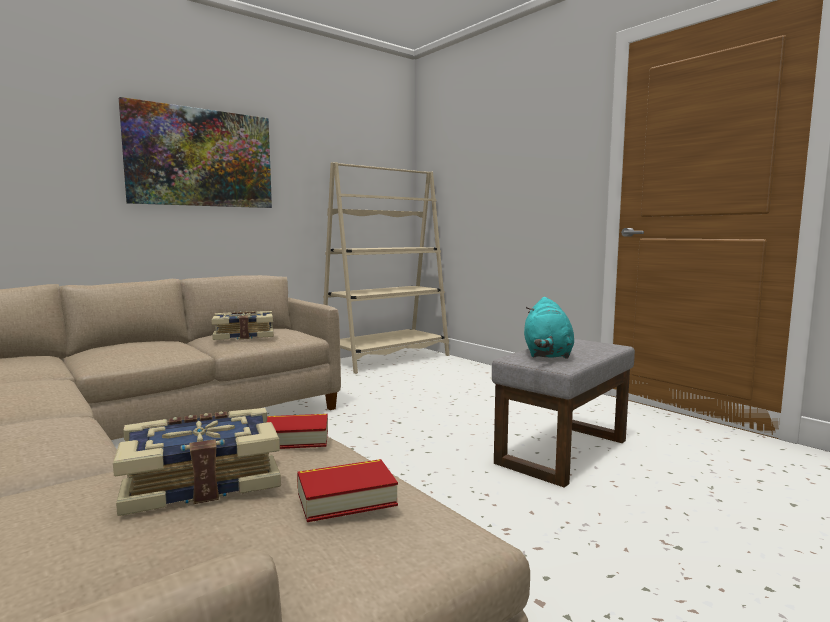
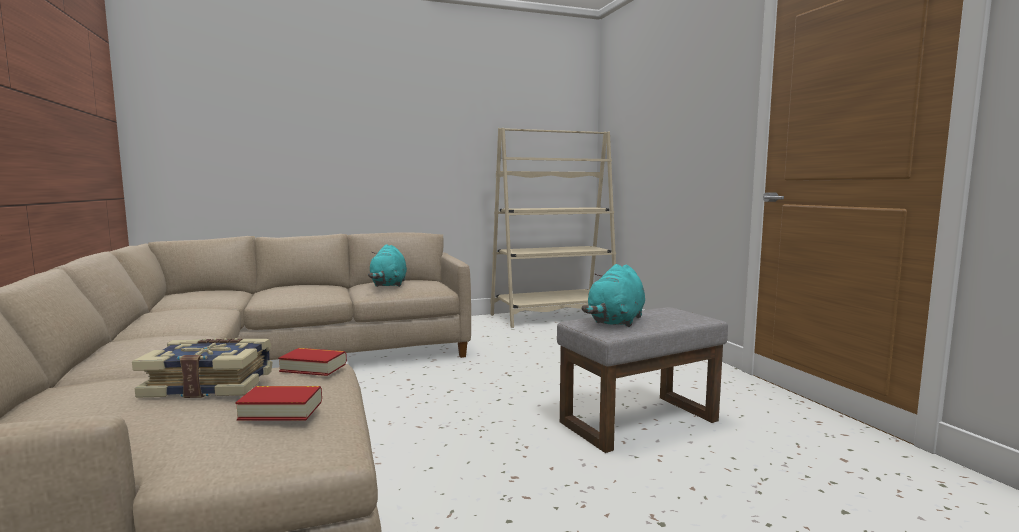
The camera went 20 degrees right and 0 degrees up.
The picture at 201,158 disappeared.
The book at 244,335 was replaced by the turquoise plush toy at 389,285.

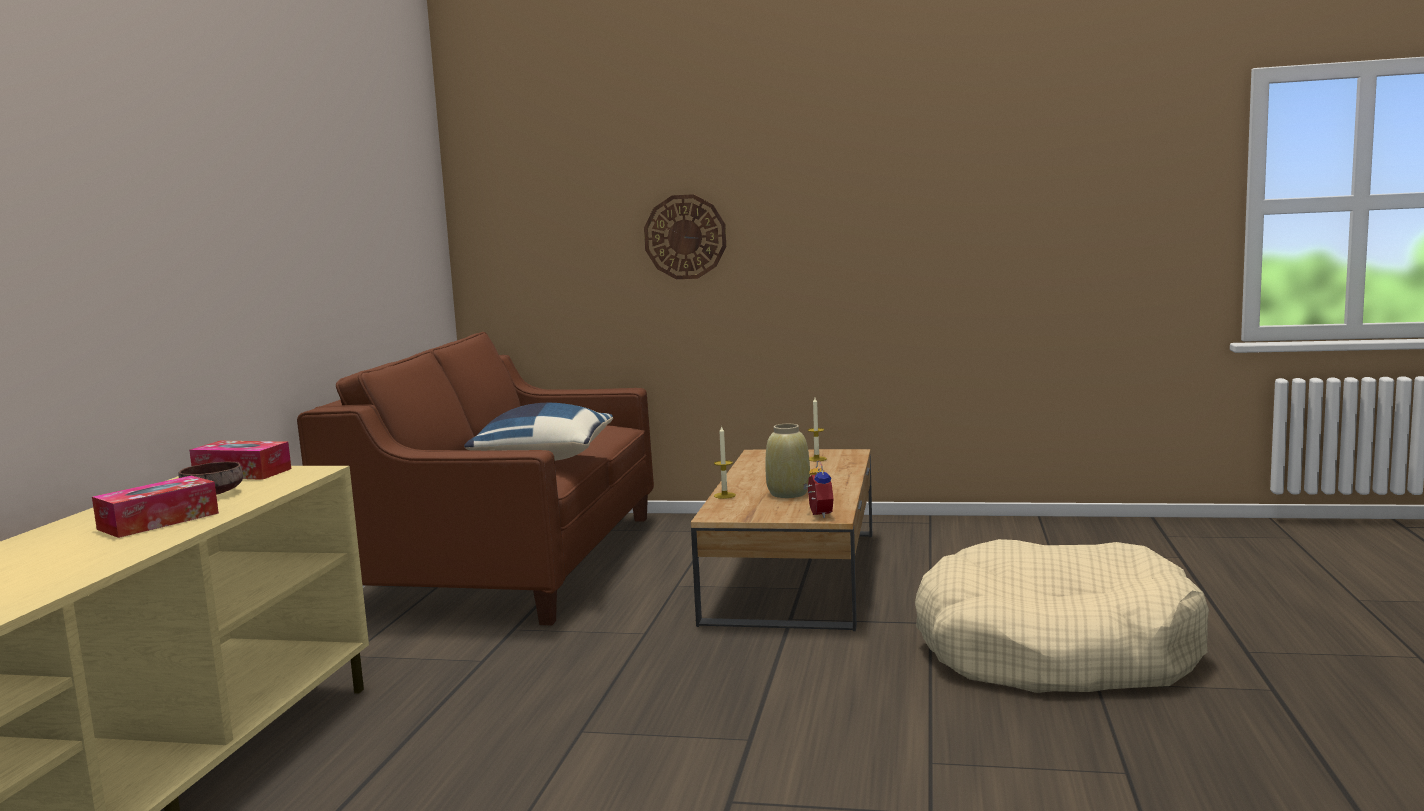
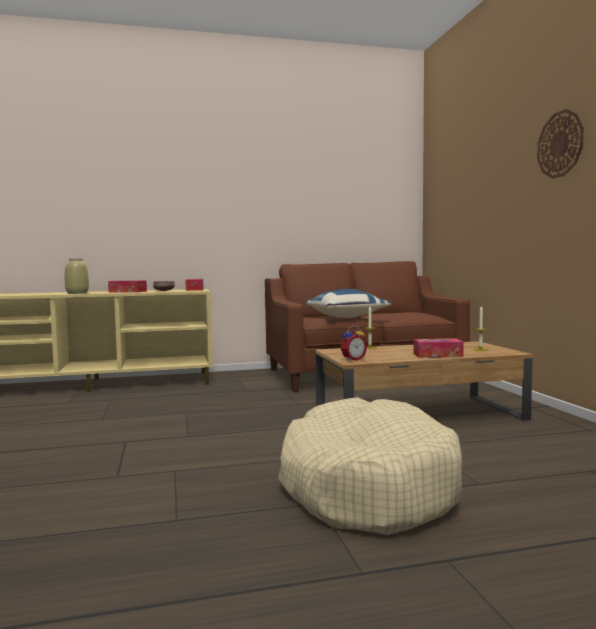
The camera went 65 degrees right and 5 degrees down.
The tissue box at 437,355 appeared.
The wall clock moved from 685,237 to 560,144.
The beige vase moved from 789,494 to 77,293.

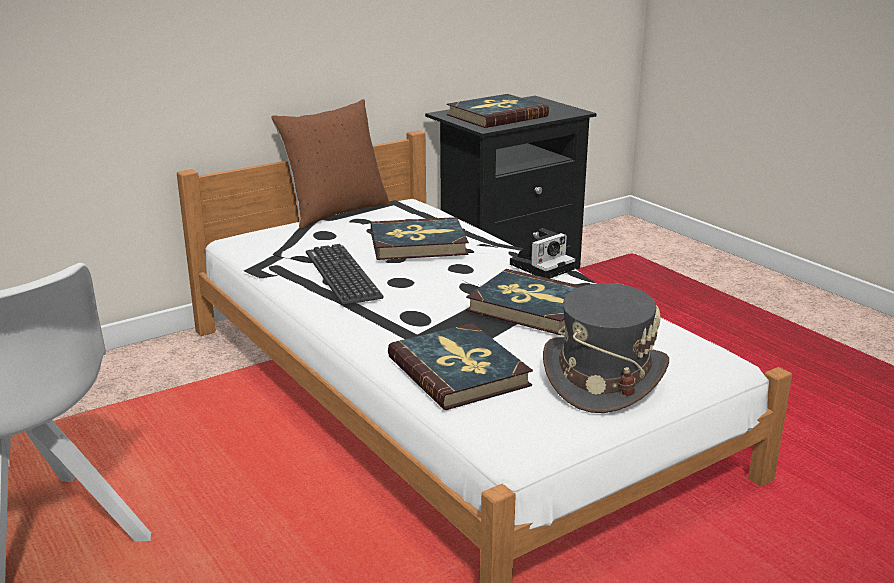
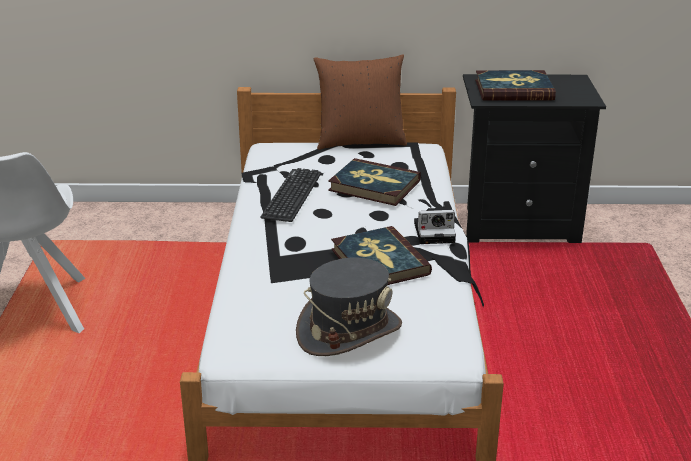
The camera went 35 degrees right and 5 degrees up.
The book at 459,371 disappeared.

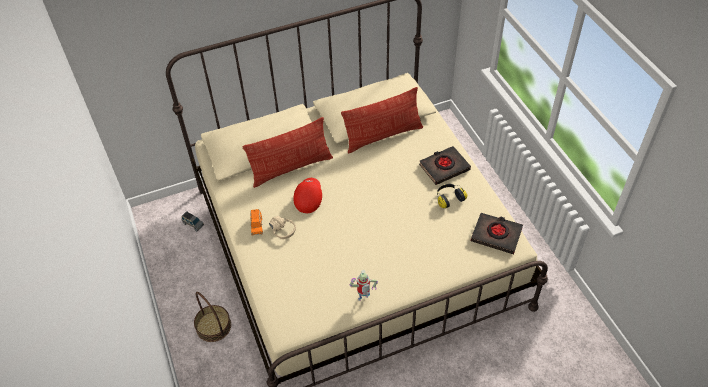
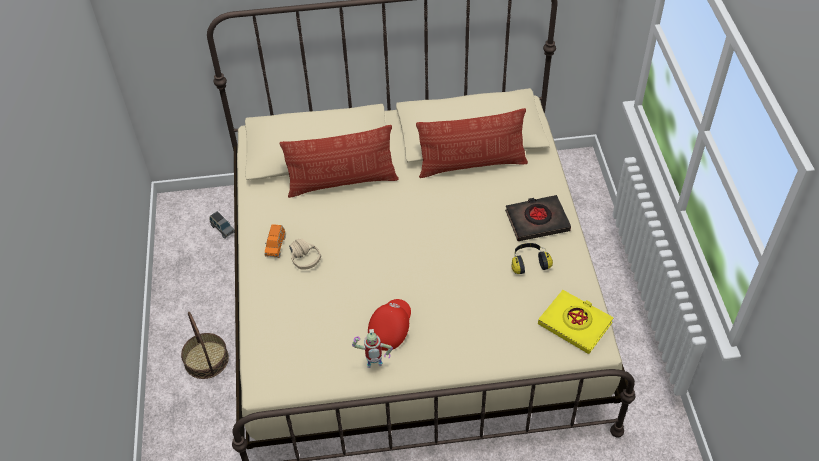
The camera went 15 degrees right and 0 degrees up.
The red cap moved from 308,199 to 390,329.
The black book at 496,235 became the yellow book at 575,324.

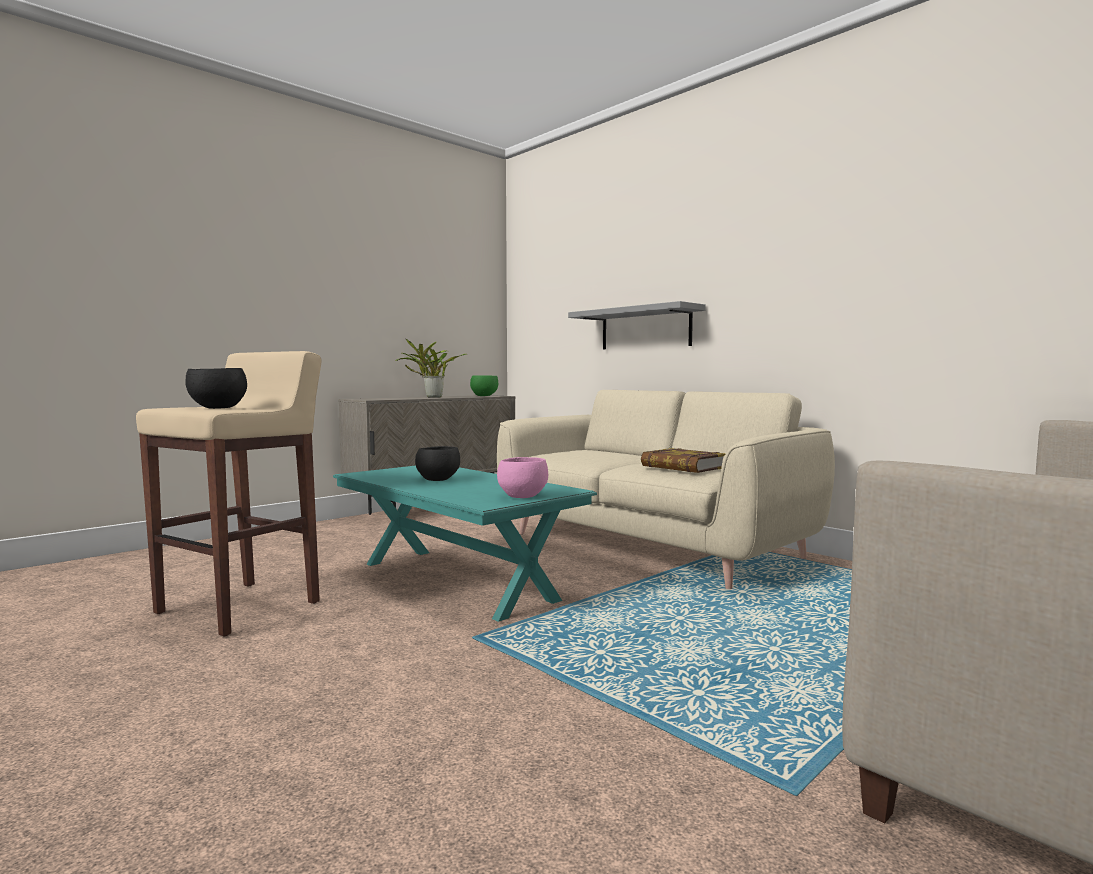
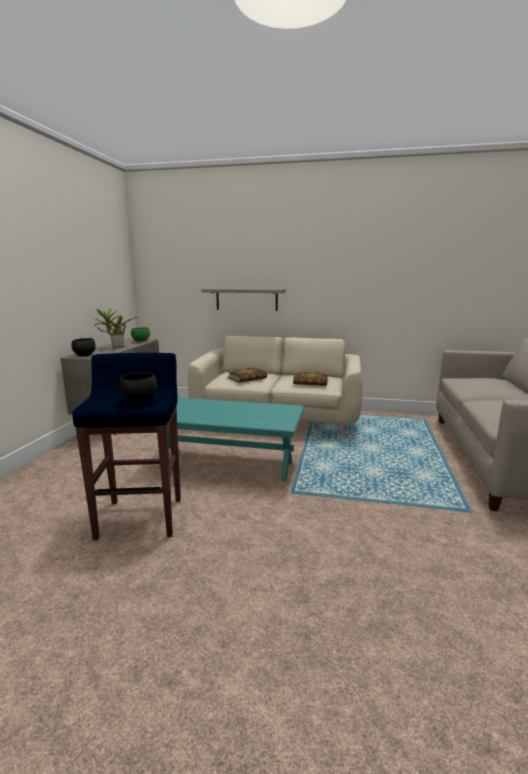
The camera went 35 degrees left and 10 degrees up.
The pink bowl at 521,496 disappeared.
The book at 247,378 appeared.
The black bowl moved from 437,480 to 84,355.
The beige stool at 241,607 became the blue stool at 141,517.

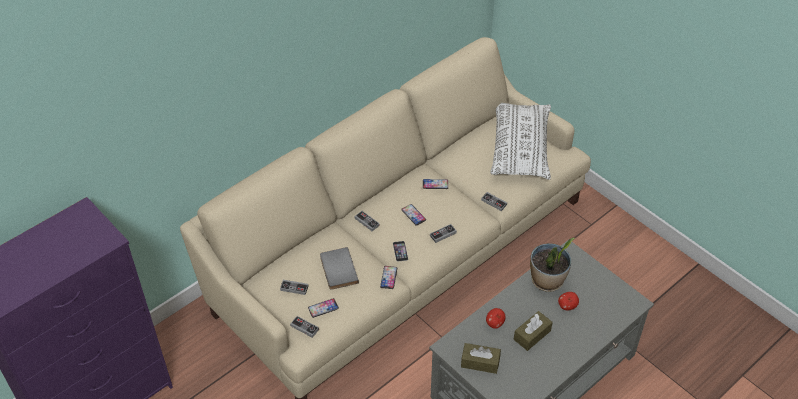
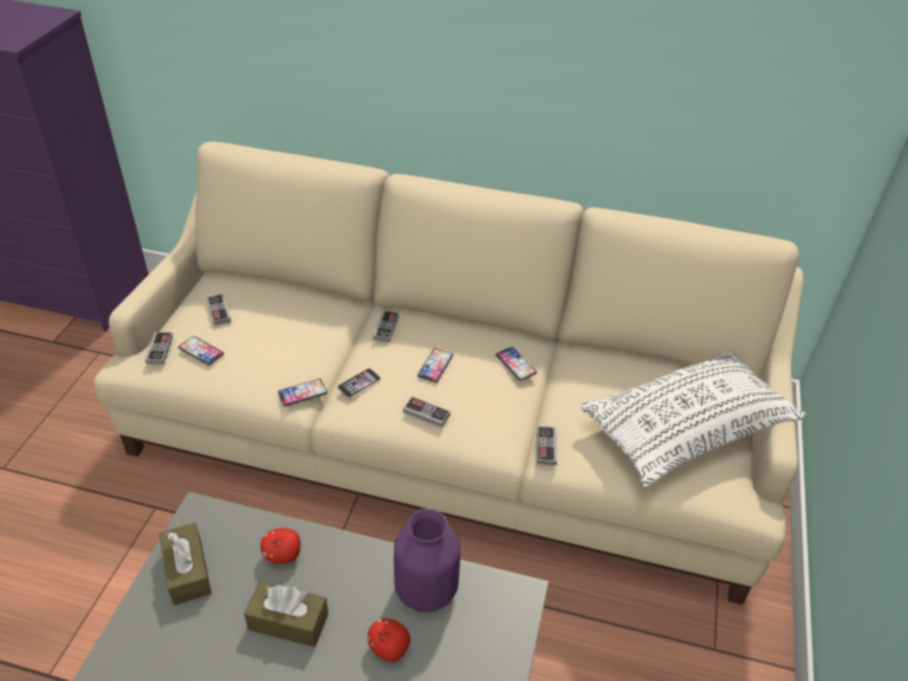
The camera went 55 degrees right and 5 degrees down.
The grey book at 337,270 disappeared.
The potted plant at 547,281 was replaced by the purple vase at 427,590.

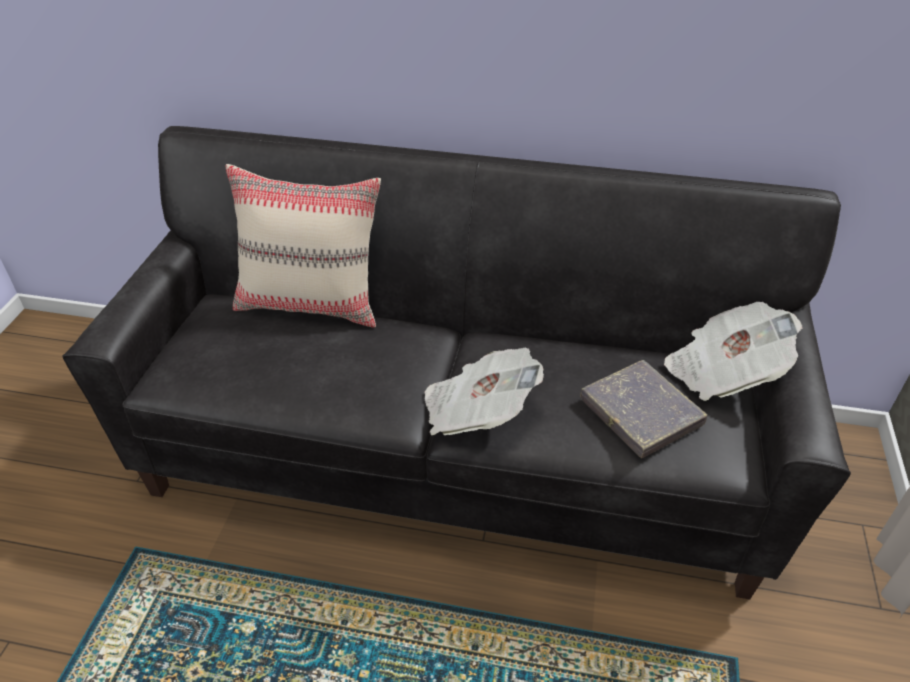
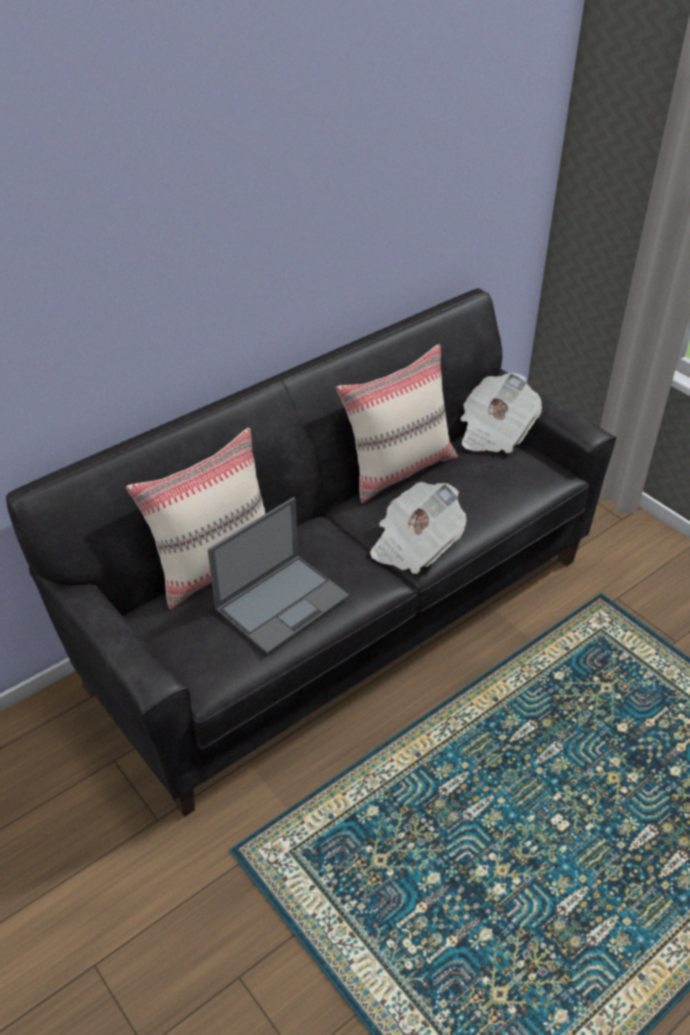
The camera went 50 degrees left and 0 degrees up.
The grey book at 640,412 disappeared.
The laptop at 283,602 appeared.
The beige pillow at 399,469 appeared.

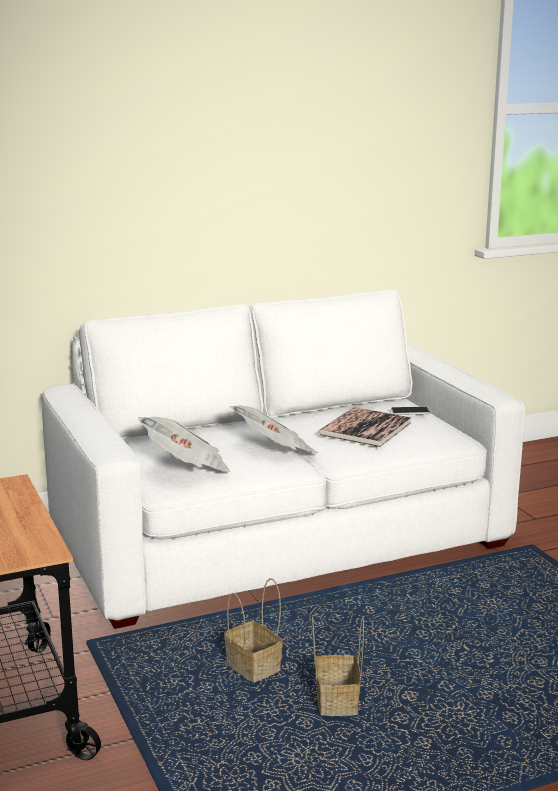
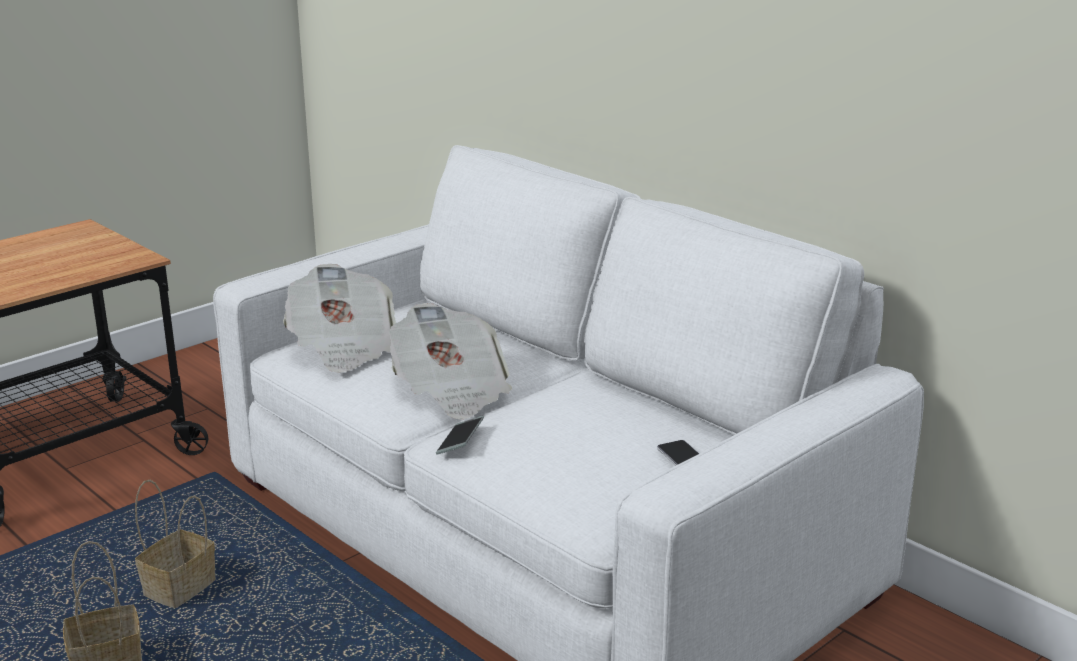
The camera went 70 degrees right and 5 degrees up.
The book at 365,428 disappeared.
The phone at 460,441 appeared.

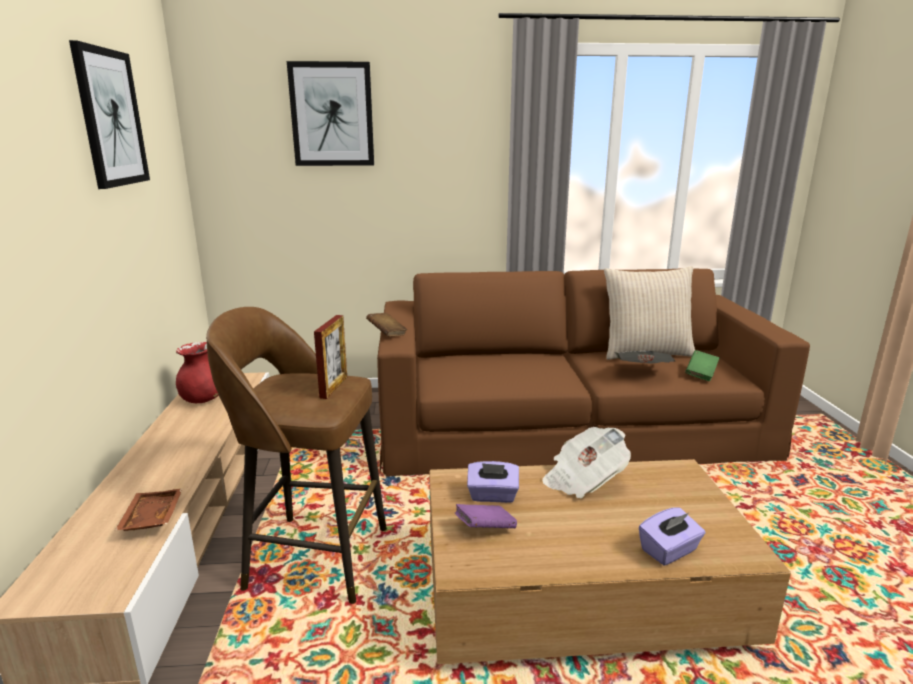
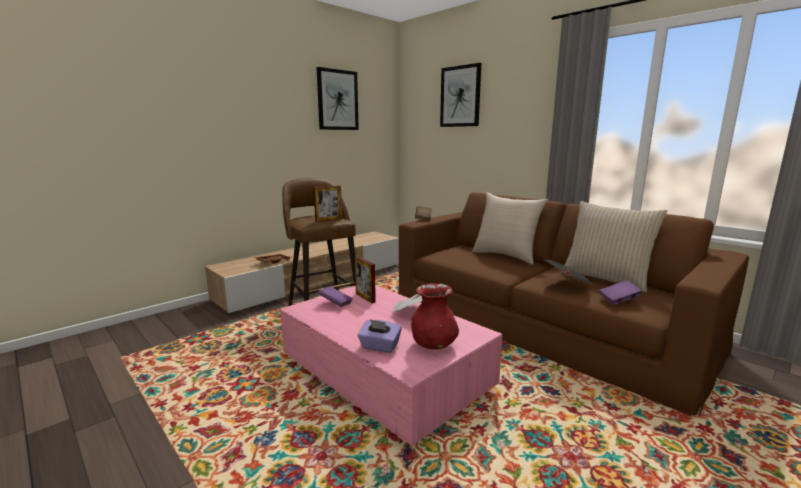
The camera went 50 degrees right and 5 degrees down.
The beige pillow at 506,256 appeared.
The red vase moved from 202,400 to 433,345.
The purple tissue box at 492,495 was replaced by the picture frame at 365,298.
The brown coffee table at 581,592 became the pink coffee table at 385,376.
The green book at 701,374 became the purple book at 618,300.

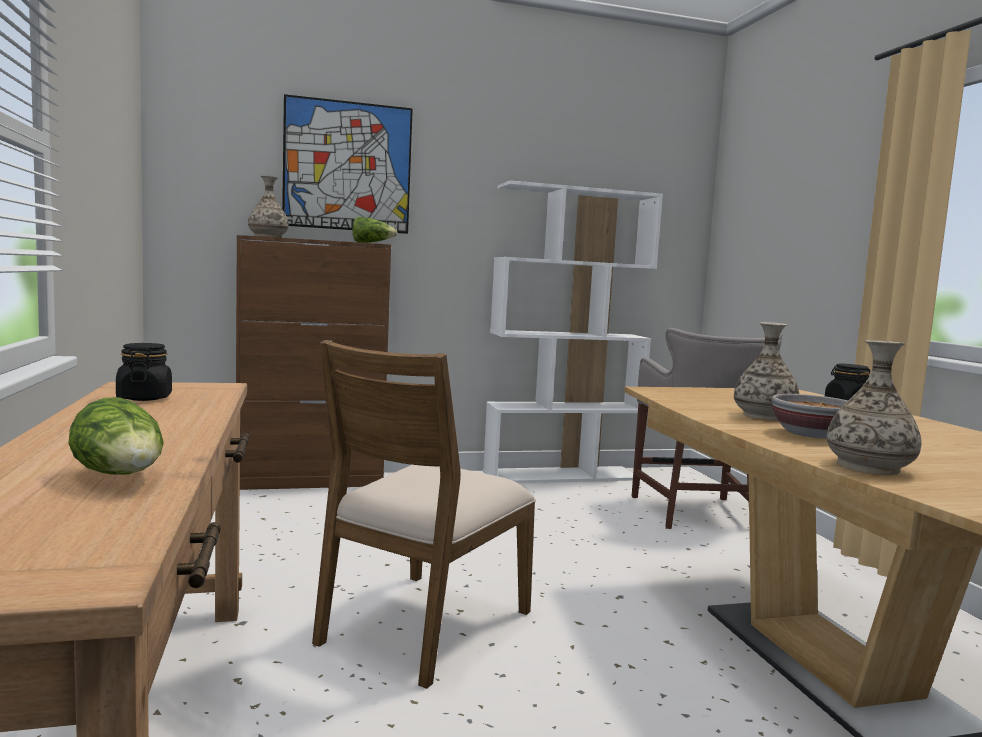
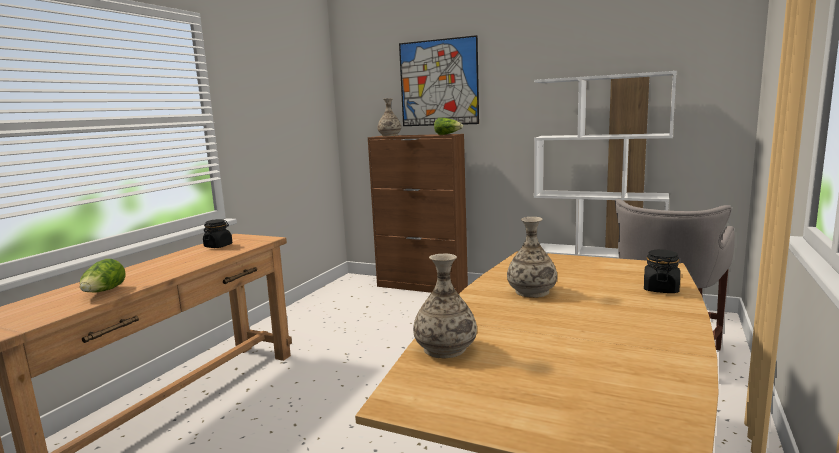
The camera went 40 degrees right and 5 degrees up.
The brown chair at 422,626 disappeared.
The bowl at 812,435 disappeared.

